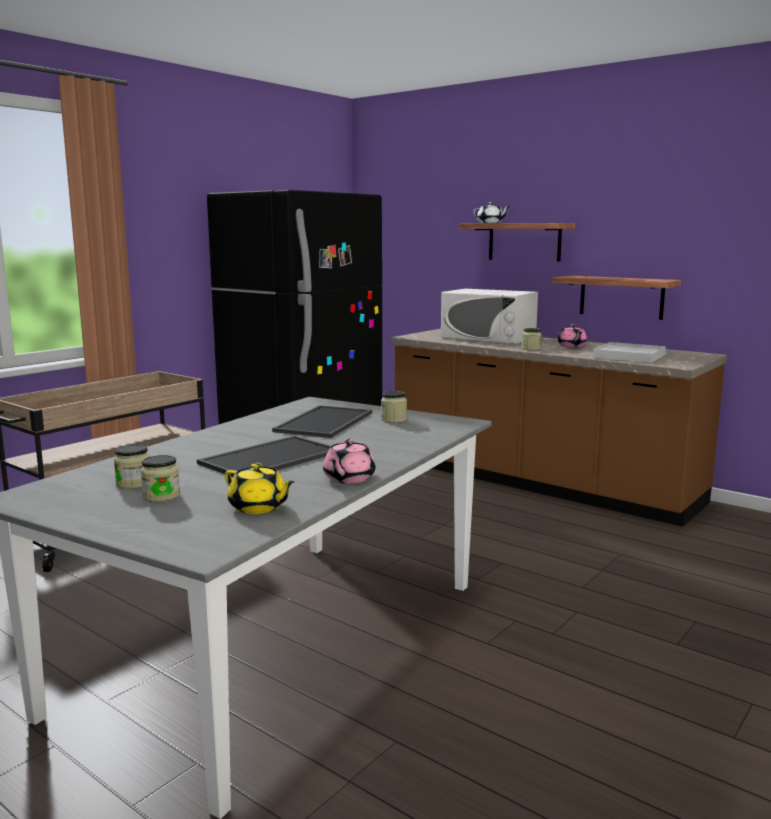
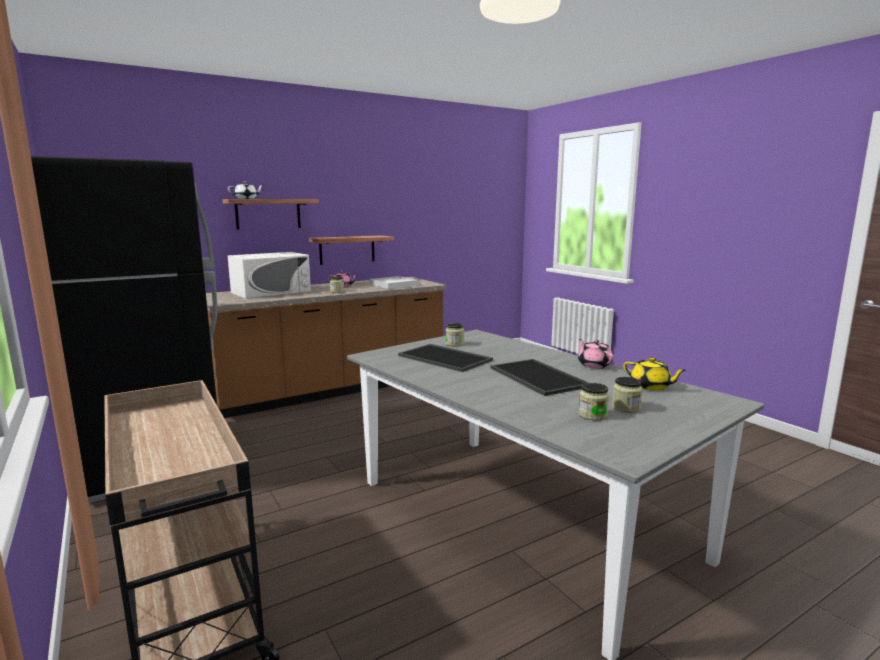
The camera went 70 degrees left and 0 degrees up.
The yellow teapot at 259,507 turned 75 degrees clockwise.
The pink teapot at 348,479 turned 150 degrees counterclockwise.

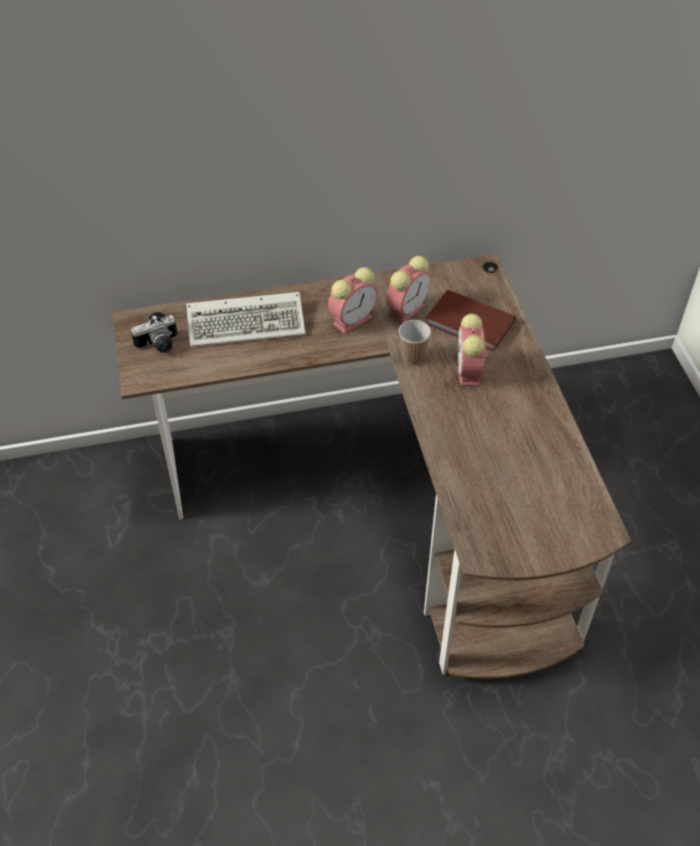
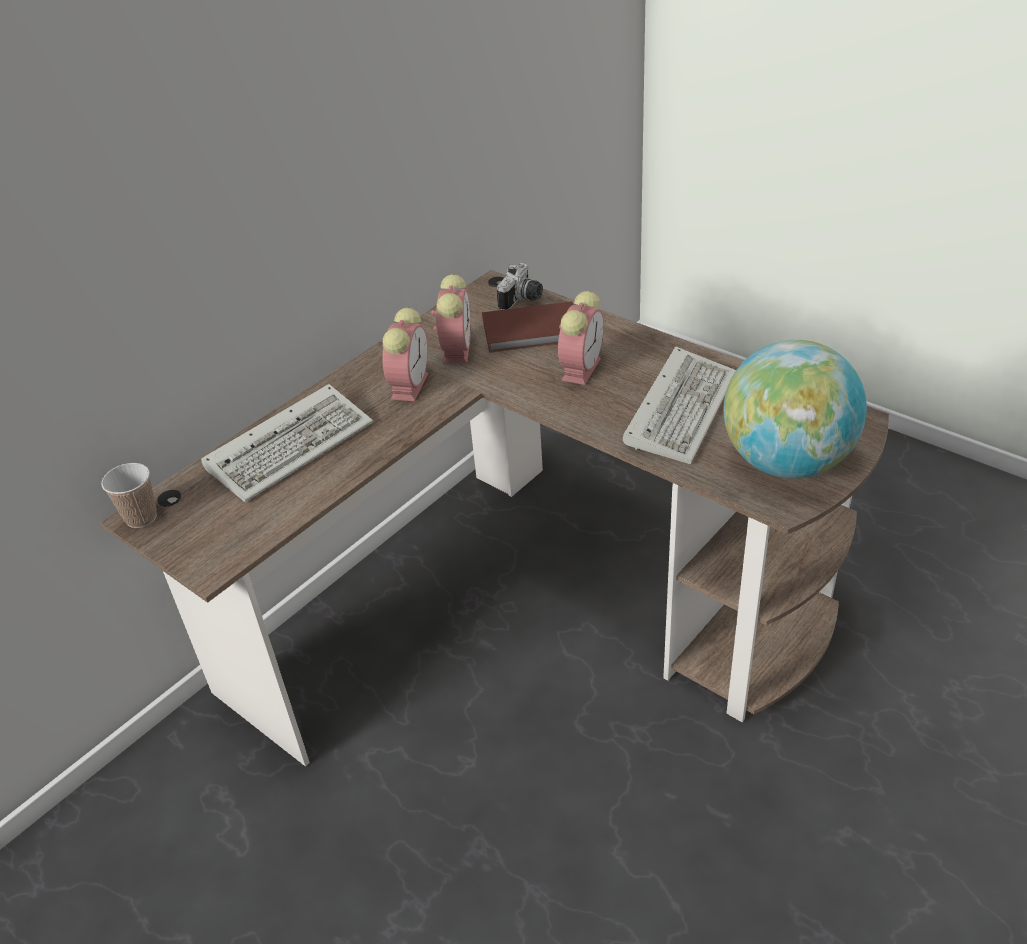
The camera went 35 degrees left and 10 degrees down.
The keyboard at 680,408 appeared.
The globe at 786,462 appeared.
The photo camera moved from 159,346 to 523,300.
The cup moved from 413,357 to 141,518.
The alarm clock at 469,372 turned 120 degrees counterclockwise.

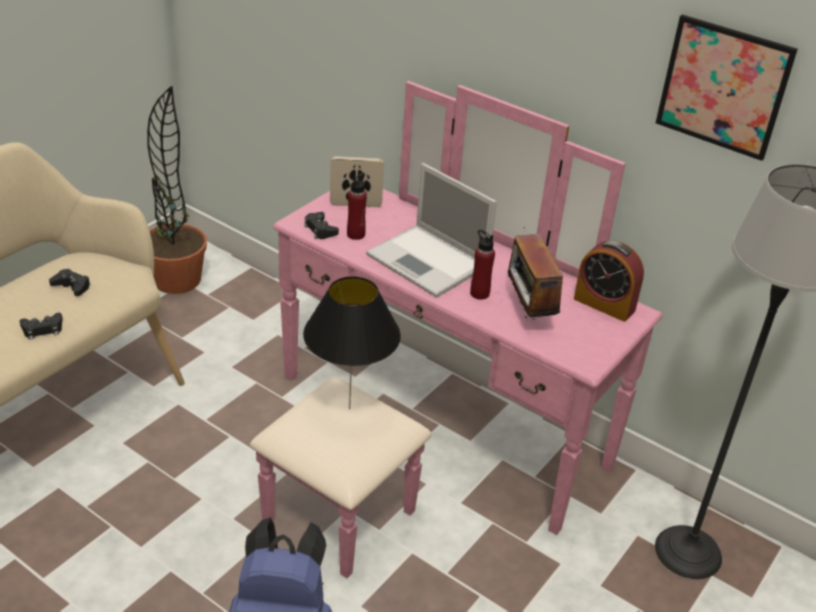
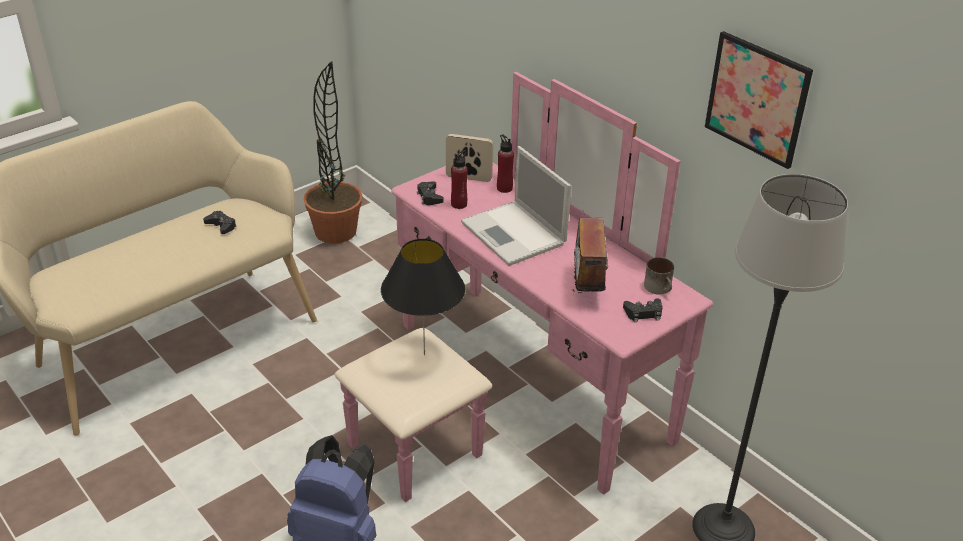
The camera went 15 degrees right and 0 degrees up.
The black game controller moved from 42,329 to 643,313.
The red bottle moved from 479,293 to 504,188.
The alarm clock at 604,304 was replaced by the mug at 660,288.

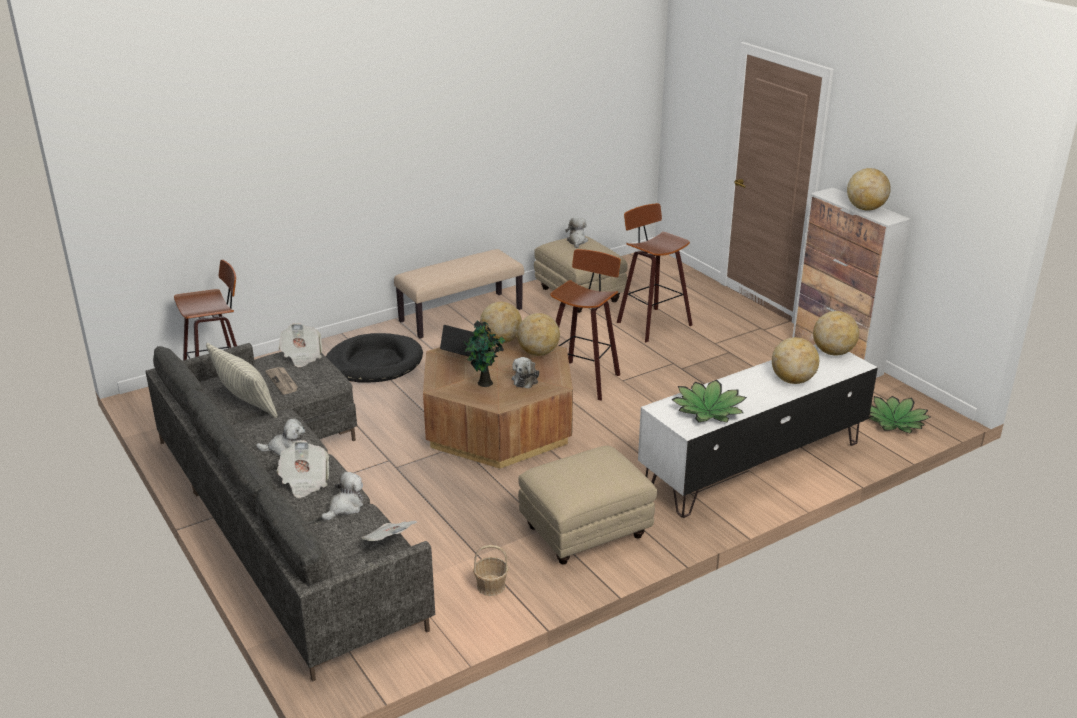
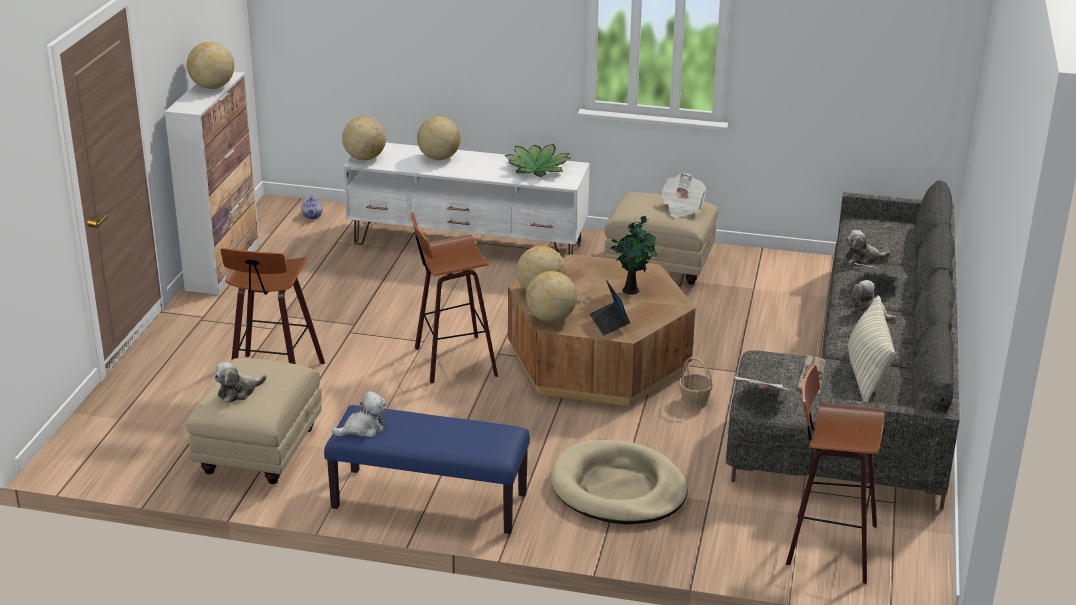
The camera went 135 degrees left and 0 degrees up.
The newspaper moved from 390,542 to 682,208.
The basket moved from 490,586 to 694,401.
The plush toy moved from 526,380 to 363,428.
The potted plant at 895,422 was replaced by the teapot at 312,216.
The black dog bed at 374,363 became the beige dog bed at 618,489.
The beige bench at 461,315 became the blue bench at 428,502.

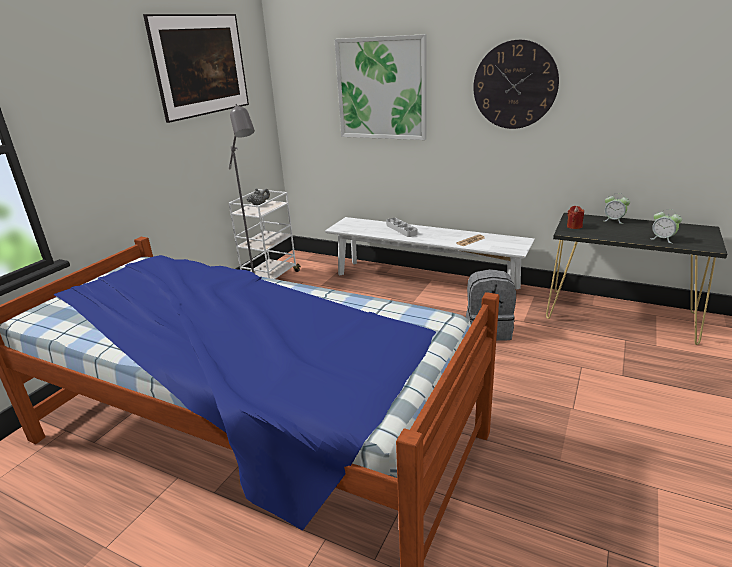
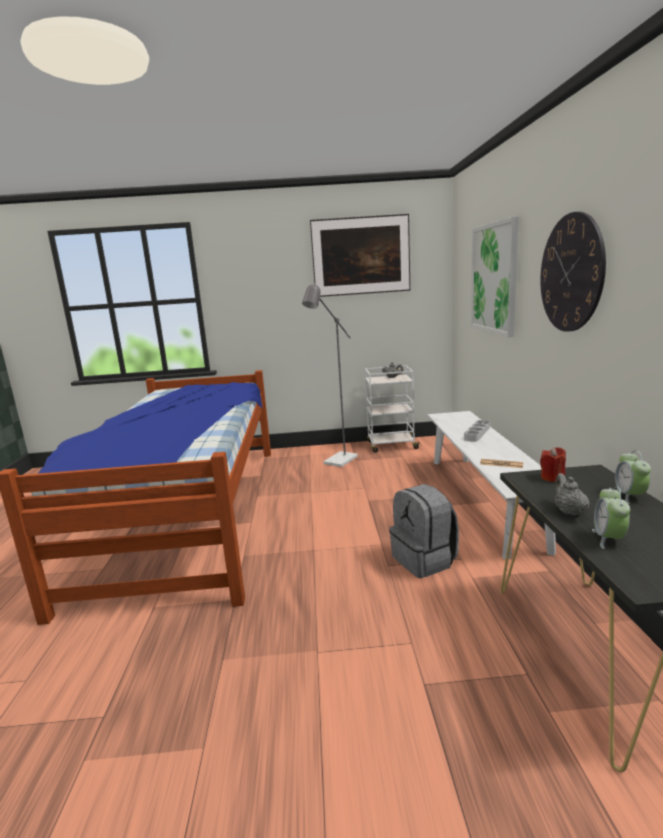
The camera went 60 degrees right and 10 degrees down.
The grey teapot at 568,511 appeared.

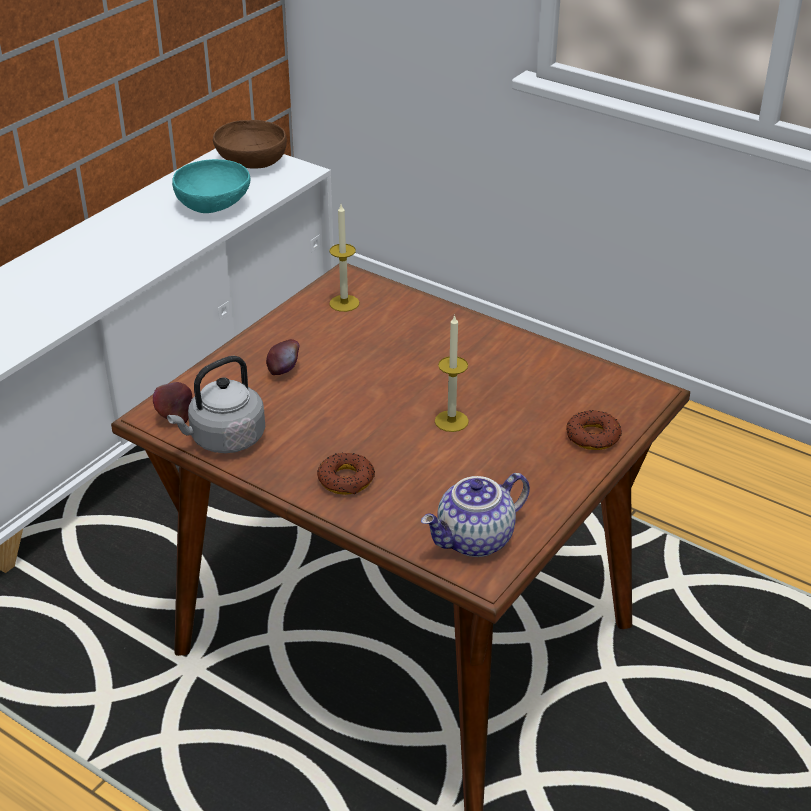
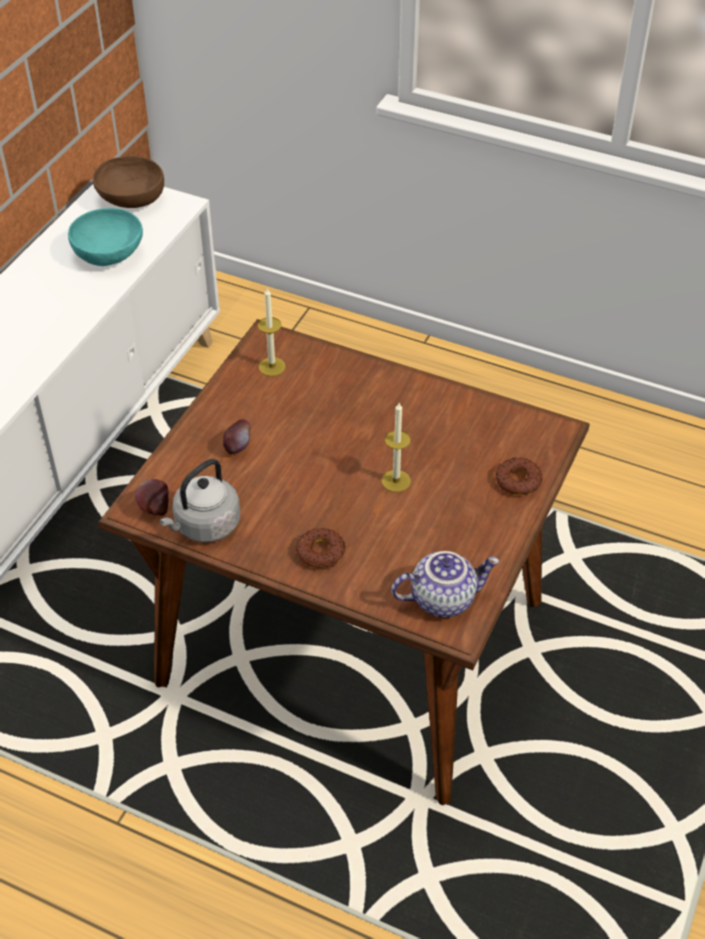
The camera went 10 degrees left and 10 degrees up.
The teapot at 475,541 turned 150 degrees counterclockwise.

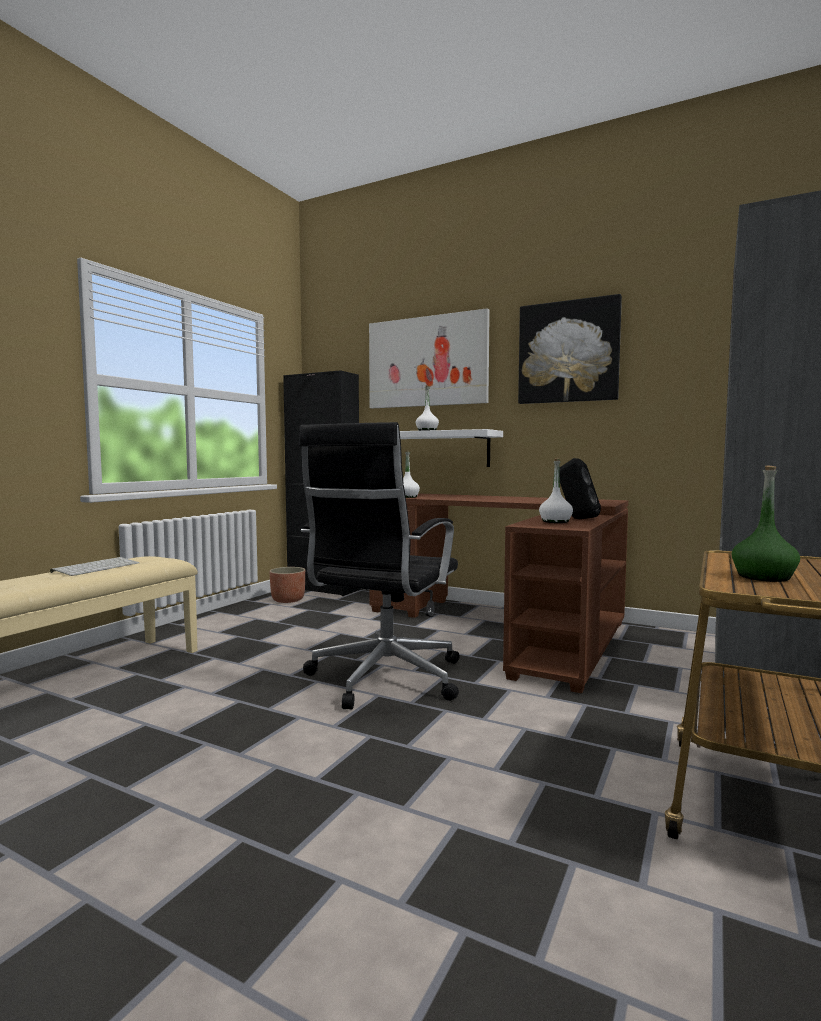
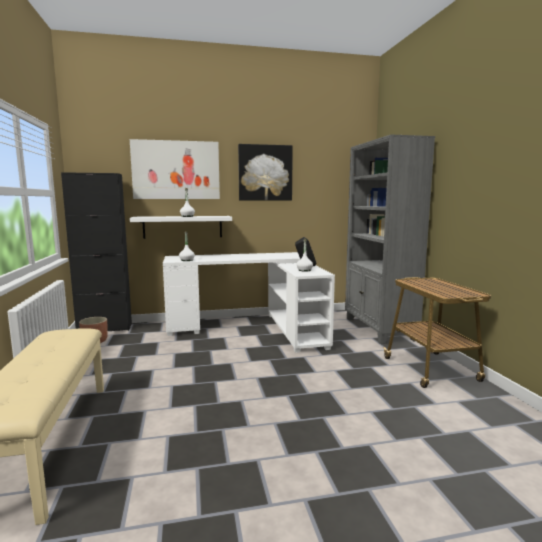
The camera went 40 degrees left and 5 degrees up.
The keyboard at 97,567 disappeared.
The black office chair at 383,679 disappeared.
The green bottle at 764,577 disappeared.
The brown desk at 507,627 became the white desk at 254,327.

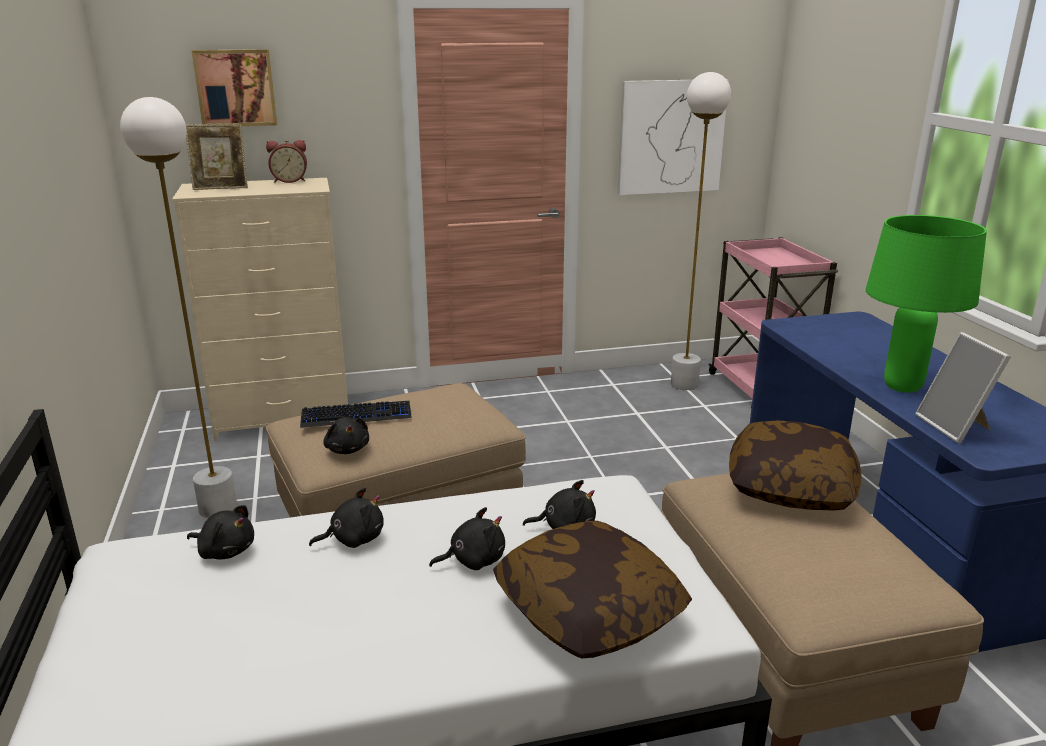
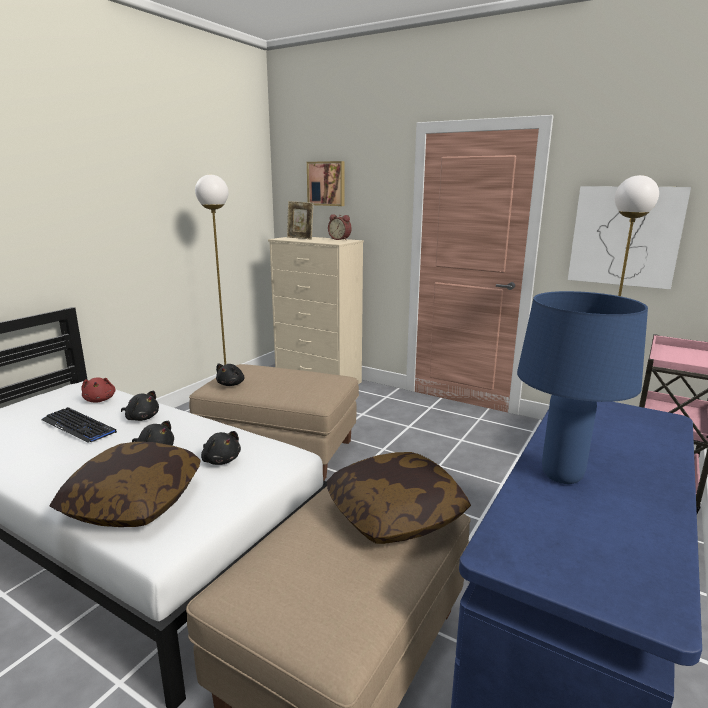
The camera went 45 degrees right and 5 degrees down.
The picture frame at 956,427 disappeared.
The keyboard moved from 356,416 to 78,426.
The black plush toy at 225,551 became the red plush toy at 100,400.
The green table lamp at 902,386 became the blue table lamp at 562,475.

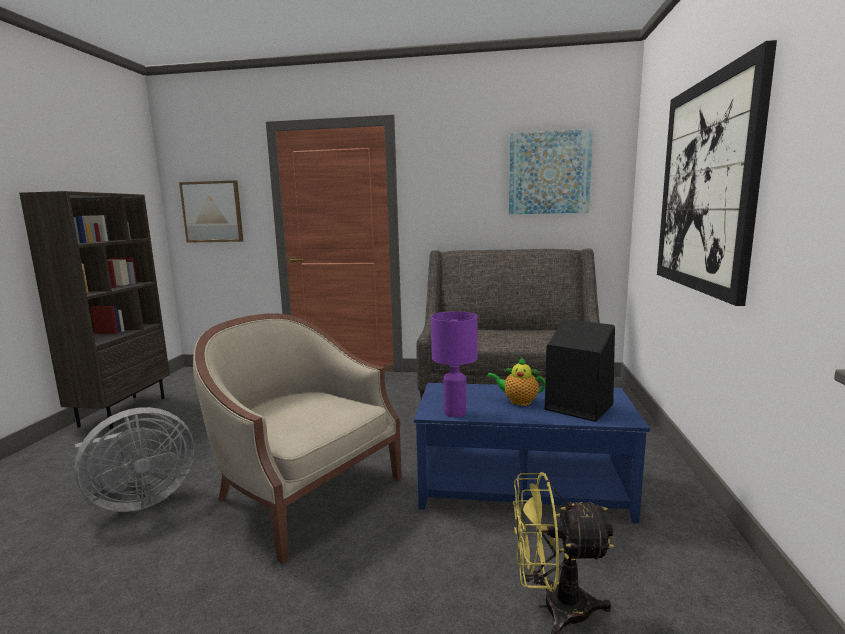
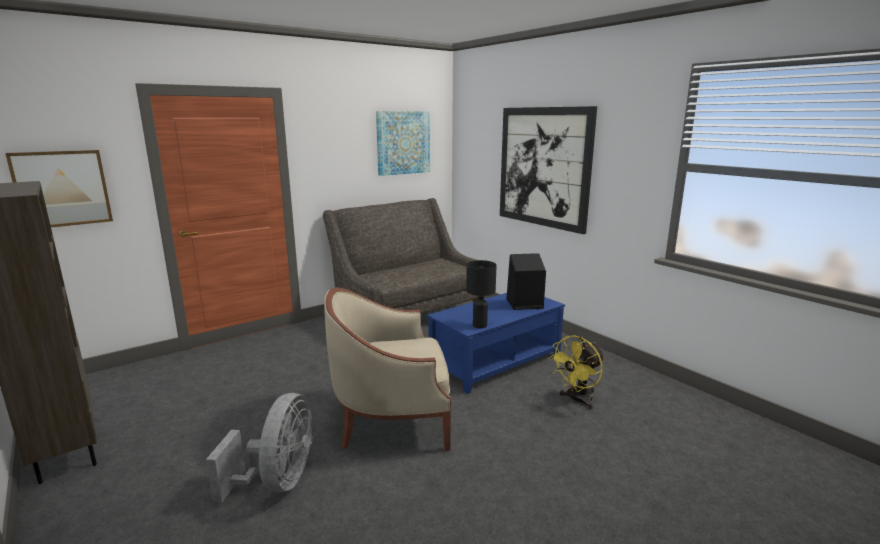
The camera went 45 degrees left and 5 degrees up.
The teapot at 518,401 disappeared.
The purple table lamp at 455,413 became the black table lamp at 480,325.

